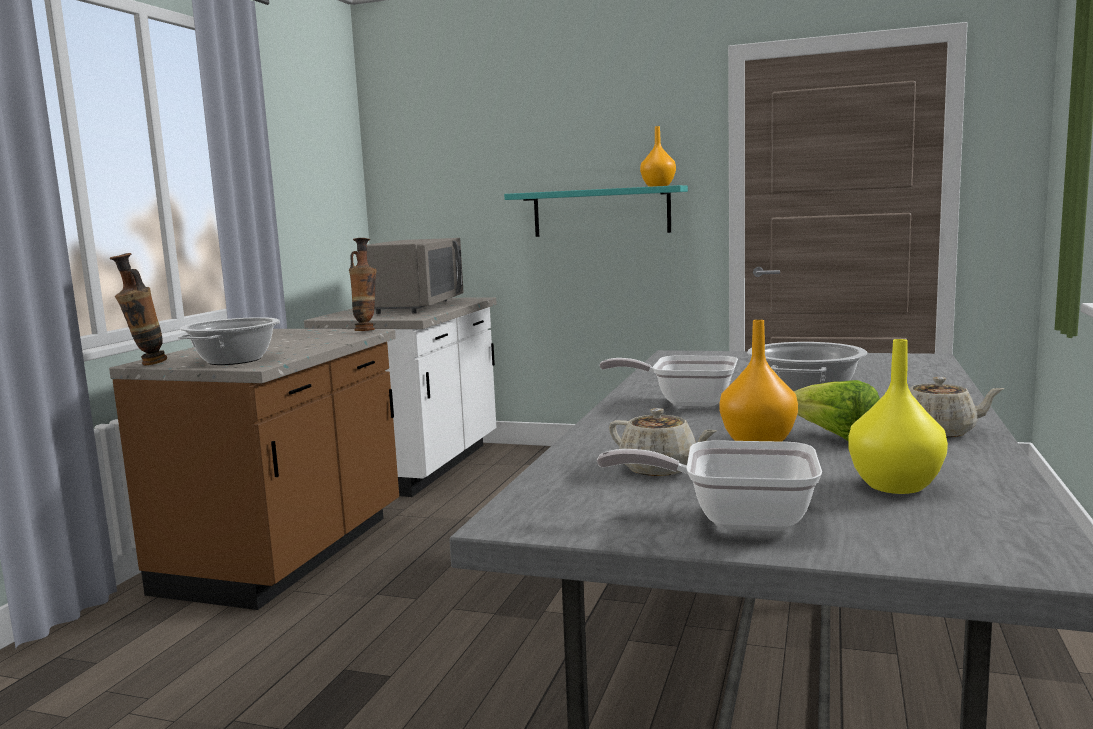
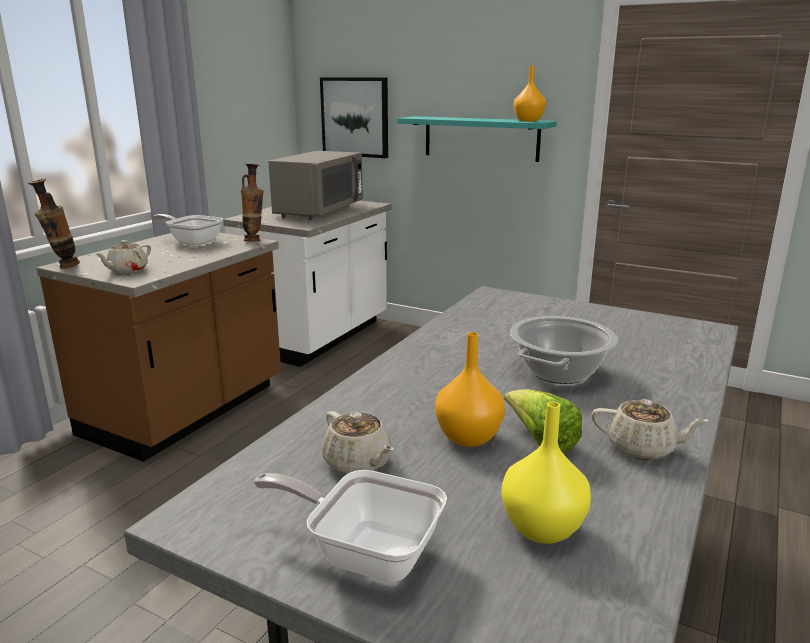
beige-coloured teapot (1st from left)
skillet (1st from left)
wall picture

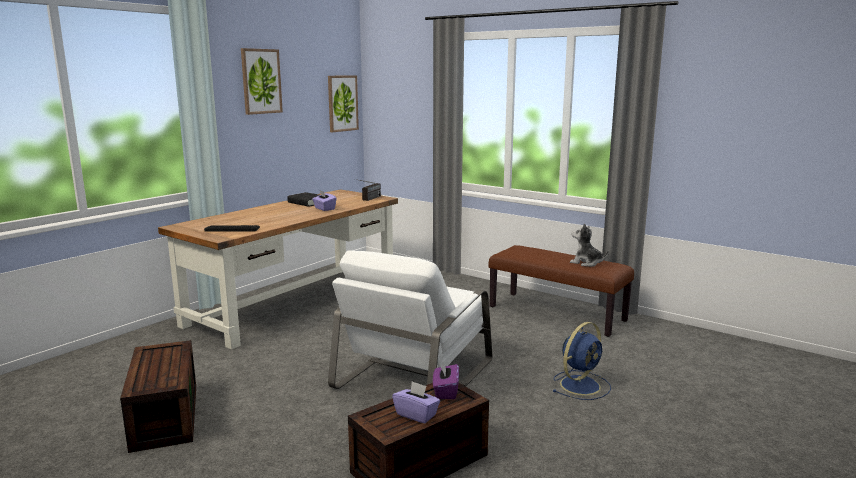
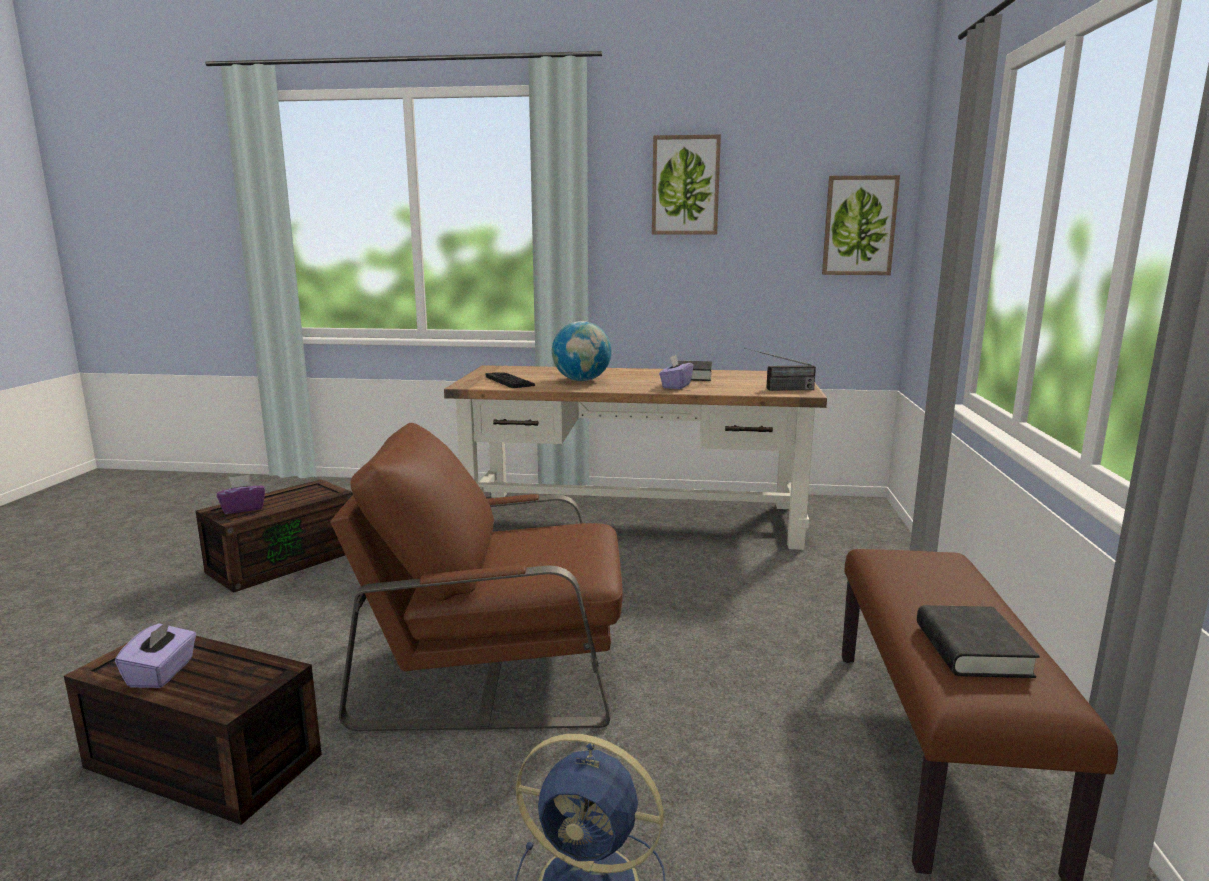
black book (2nd from left)
brownish lounge chair
purplish tissue box (2nd from left)
desk globe

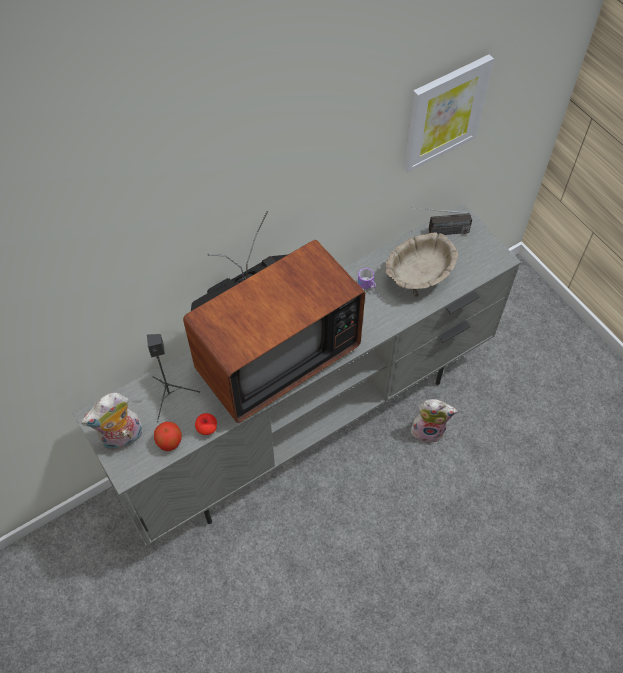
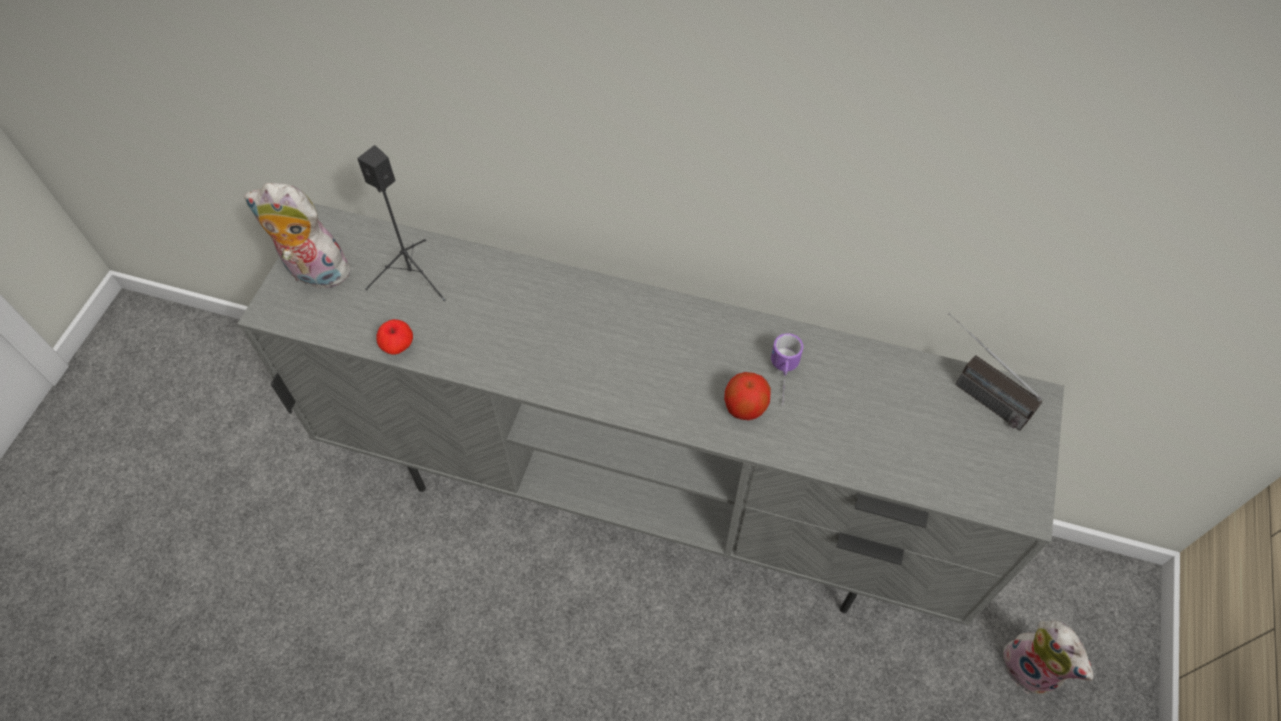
wall picture
television
beige-coloured serving bowl
soft toy (2nd from left)
whole apple (2nd from left)

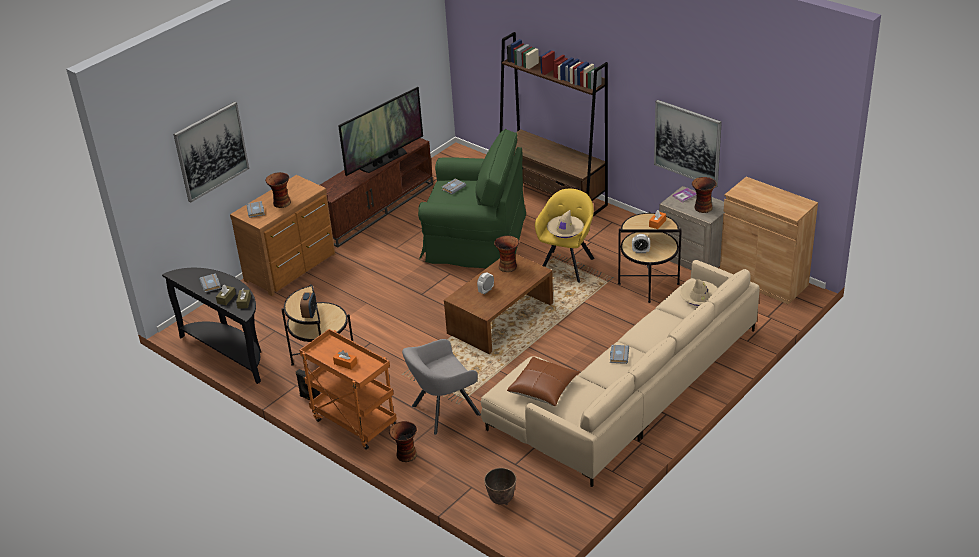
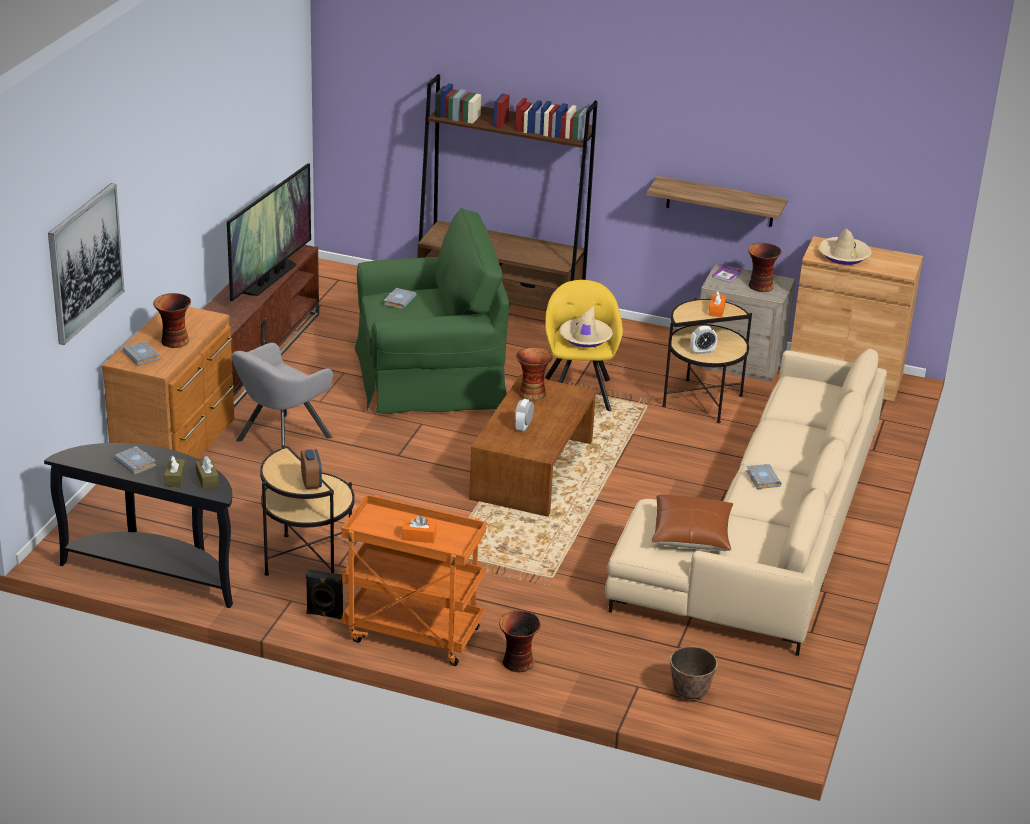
shelf
beige-coloured hat (2nd from left)
grey lounge chair

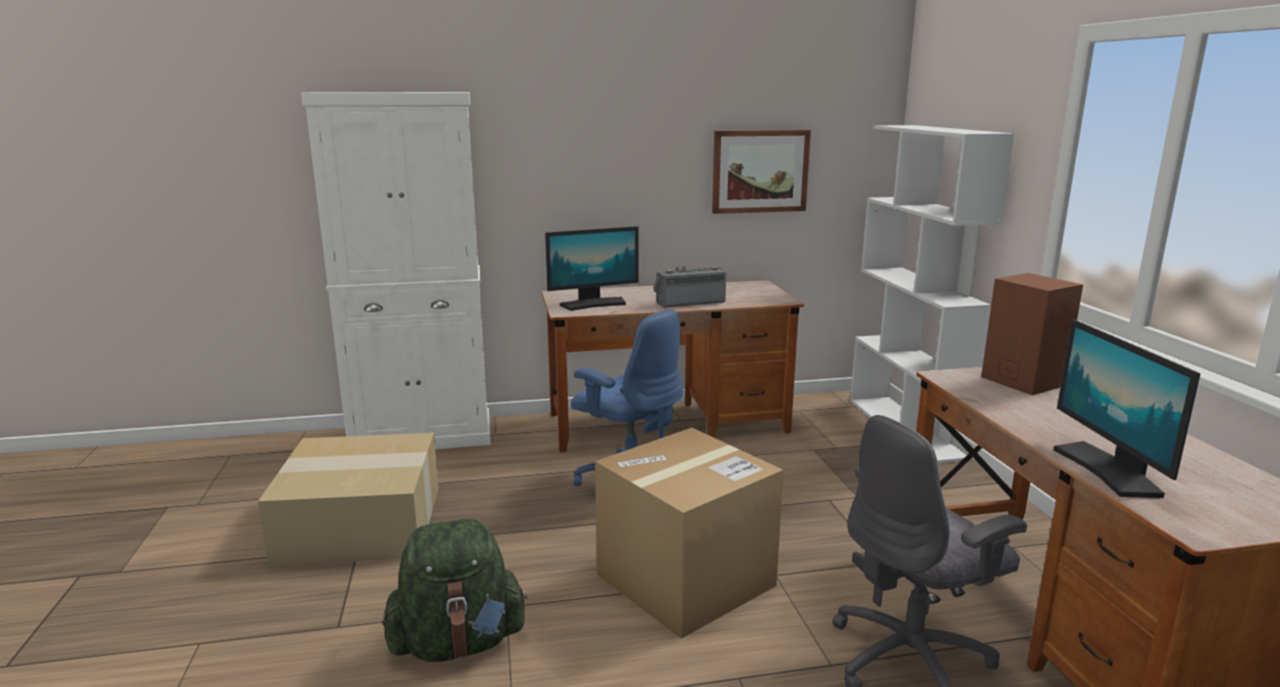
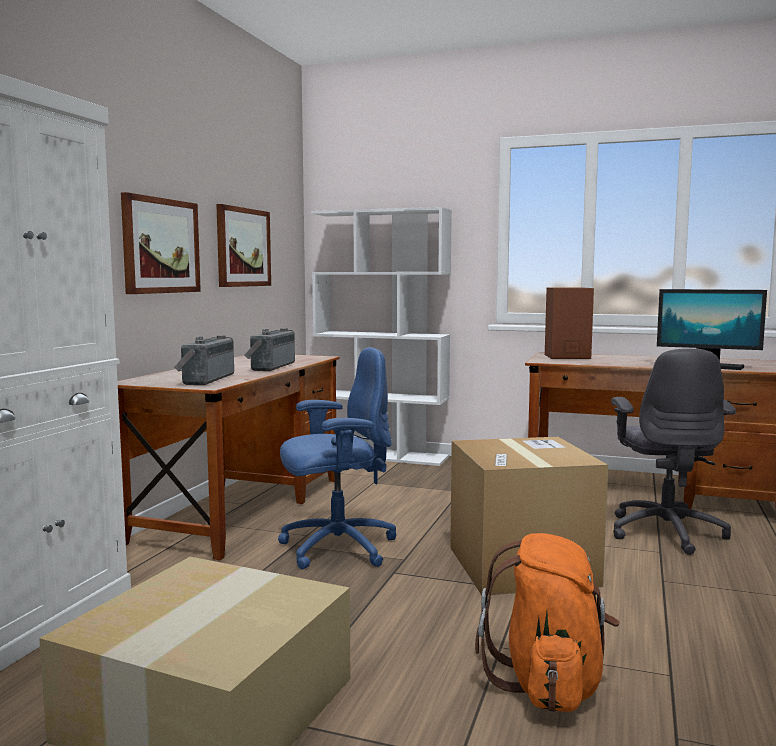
radio set (1st from left)
orange-coloured backpack
wall picture (1st from left)

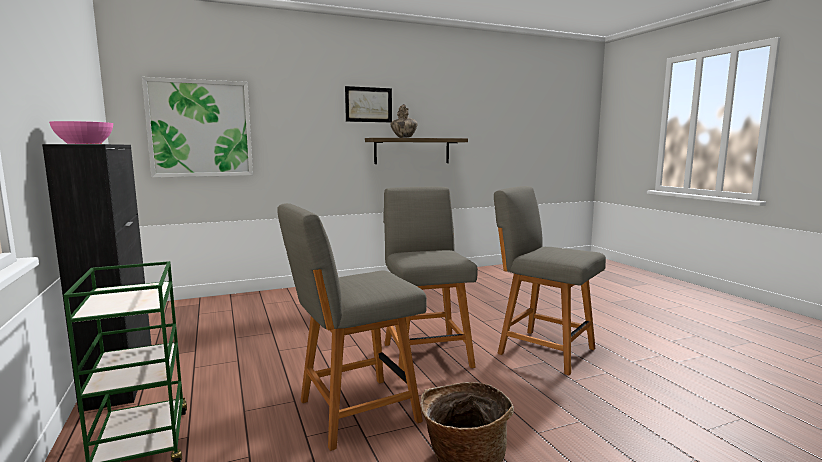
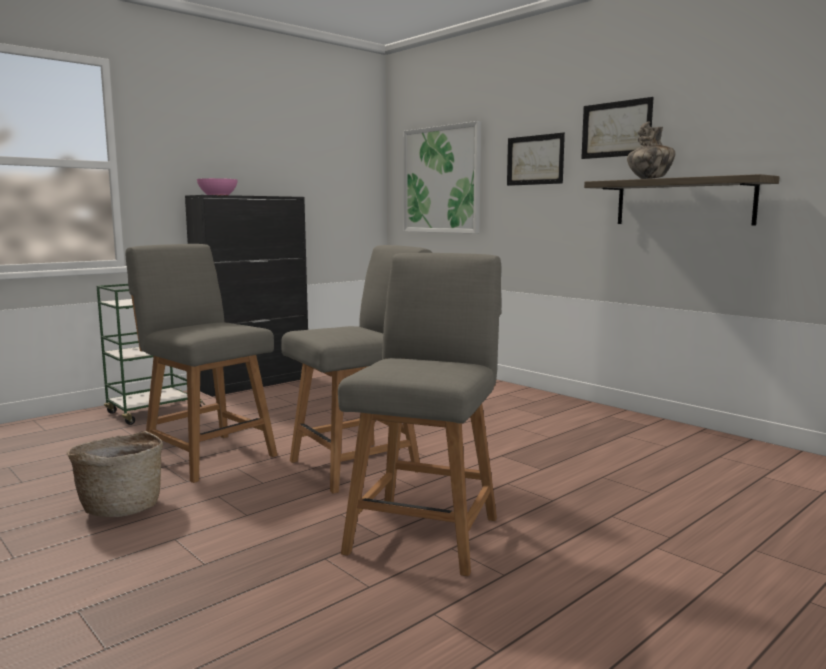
wall picture (2nd from left)

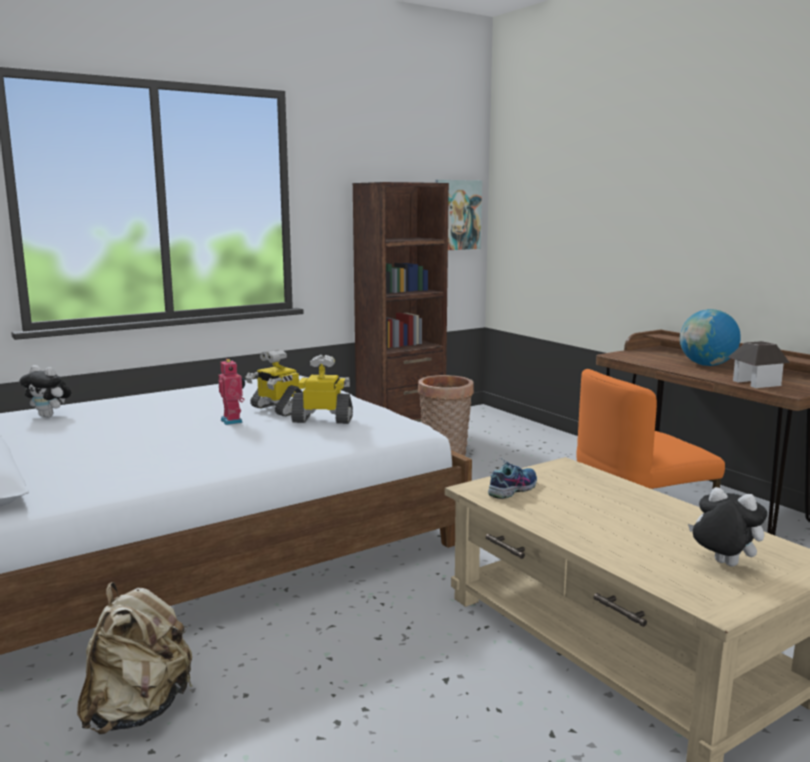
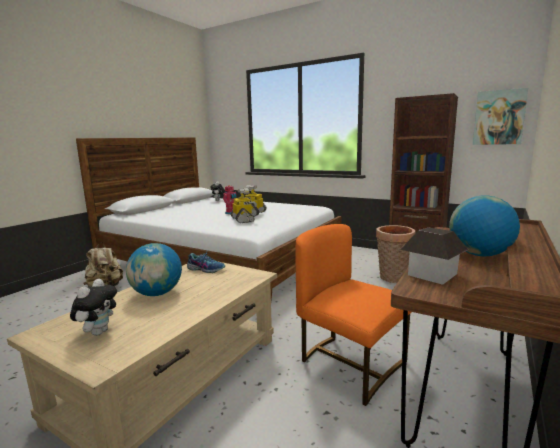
desk globe (1st from left)

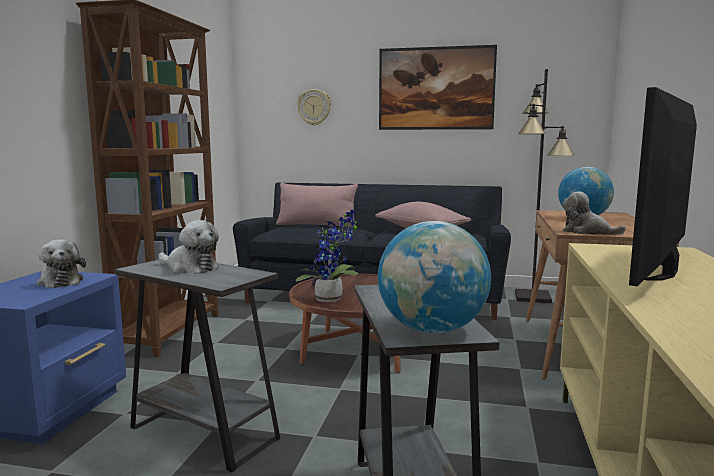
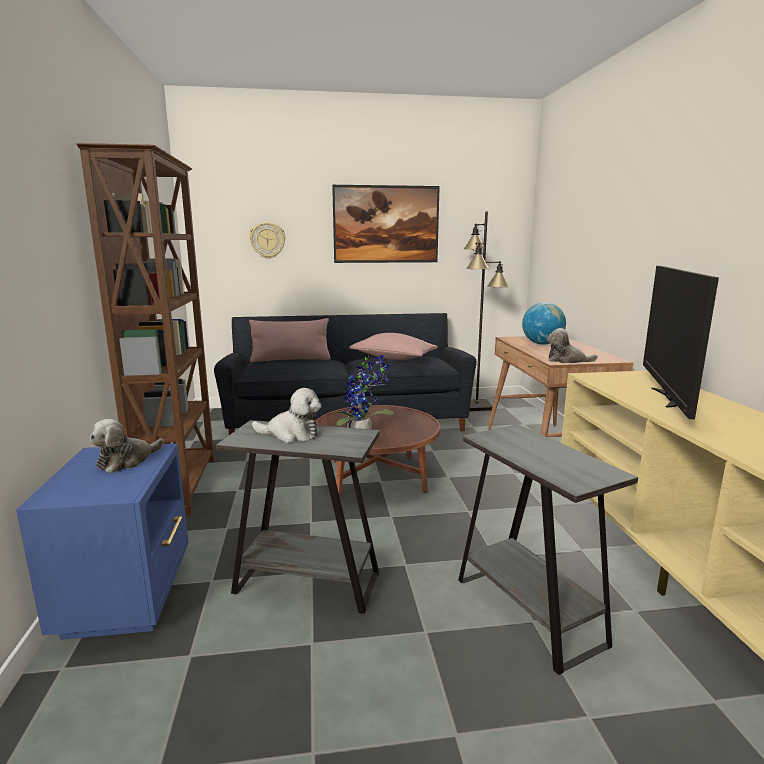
desk globe (1st from left in the first image)
soft toy (1st from left)

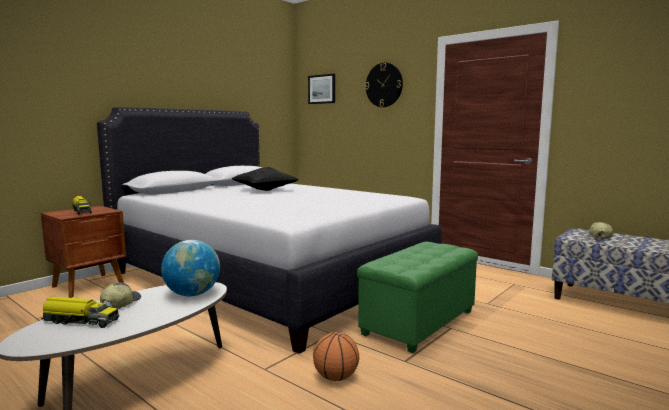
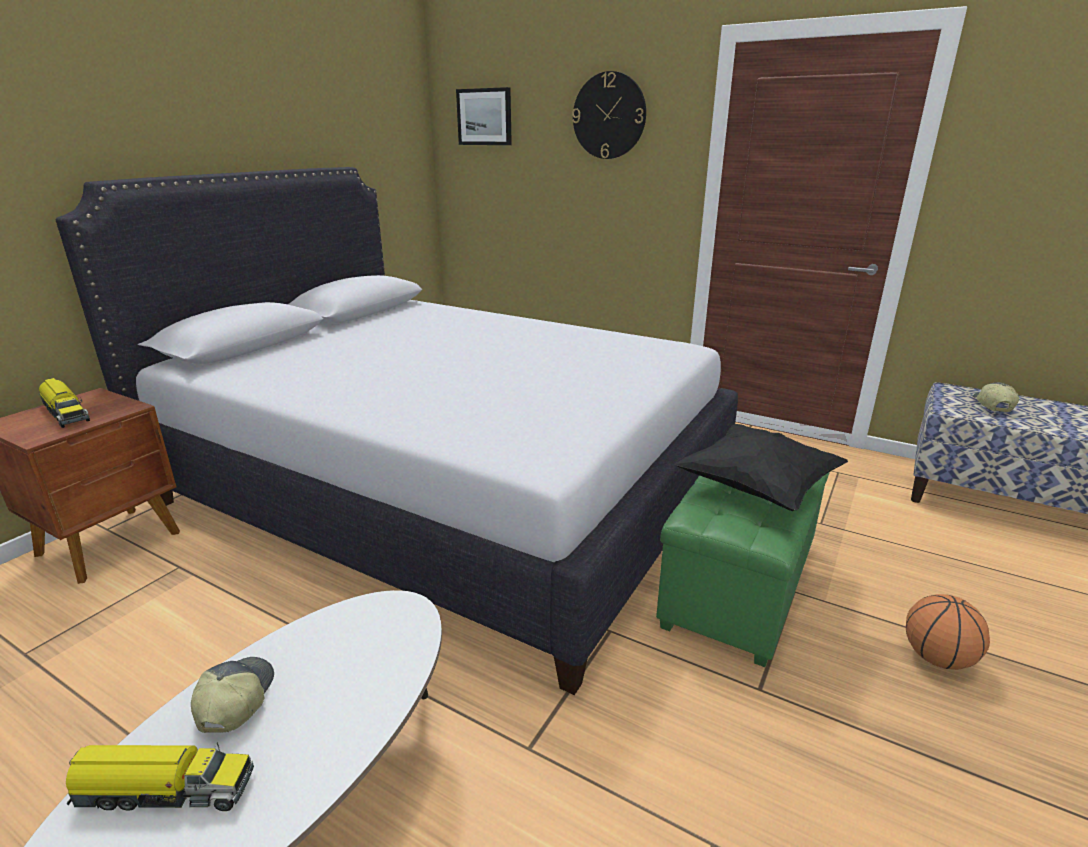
black cushion
desk globe
ball for basketball

